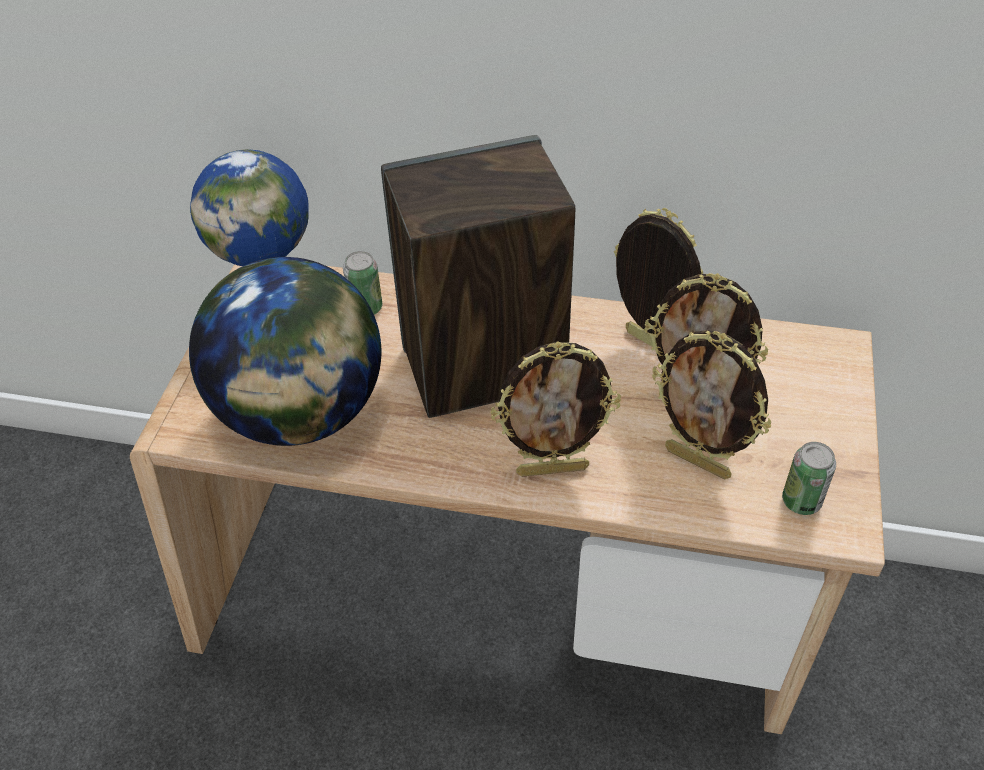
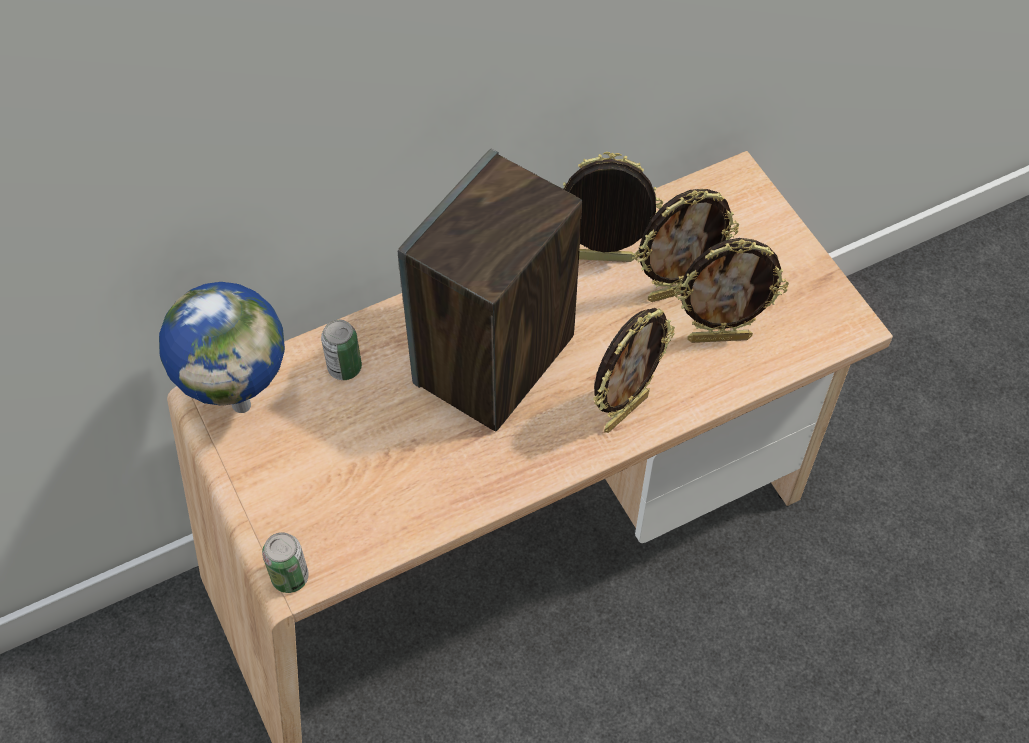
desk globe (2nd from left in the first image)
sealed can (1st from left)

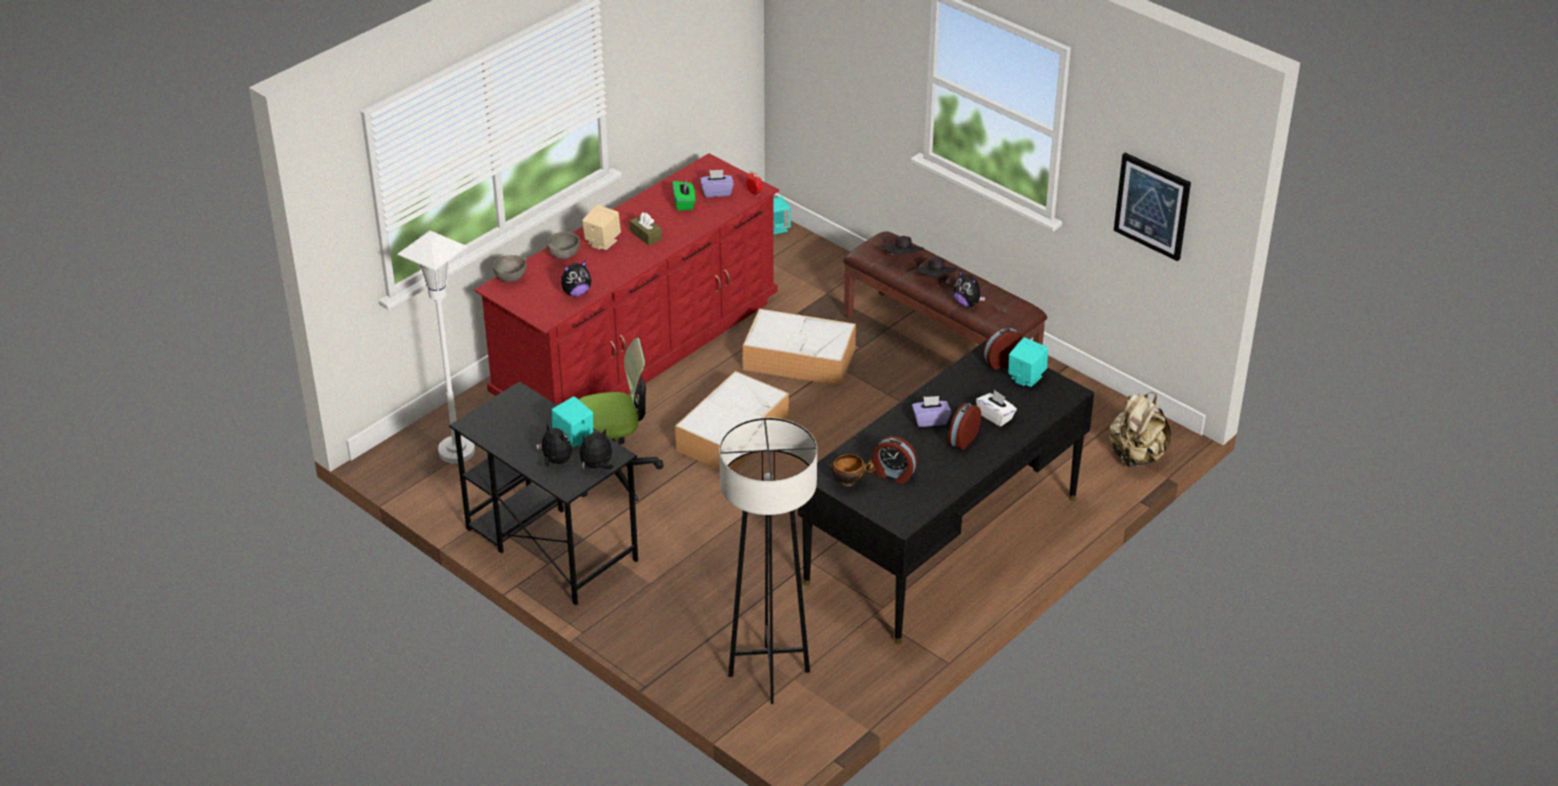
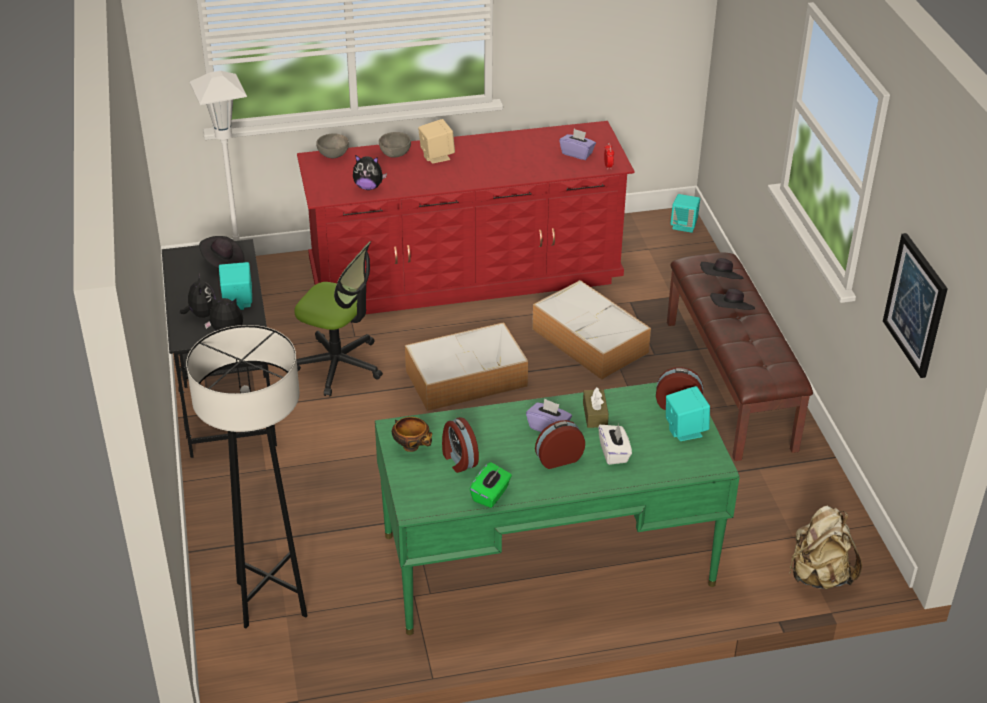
green tissue box
brownish tissue box
soft toy (4th from left in the first image)
green desk unit
black hat (1st from left)

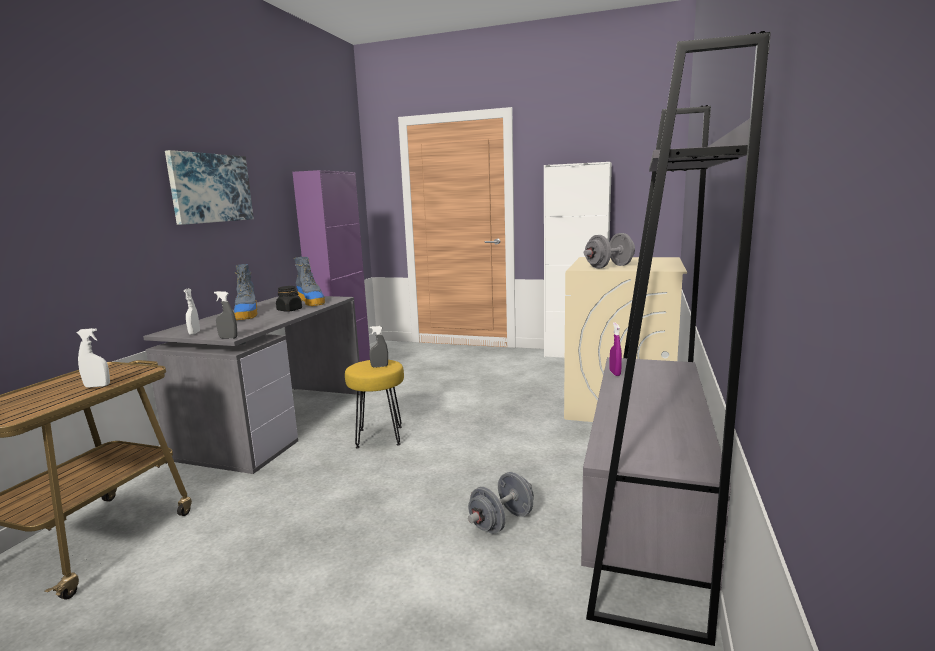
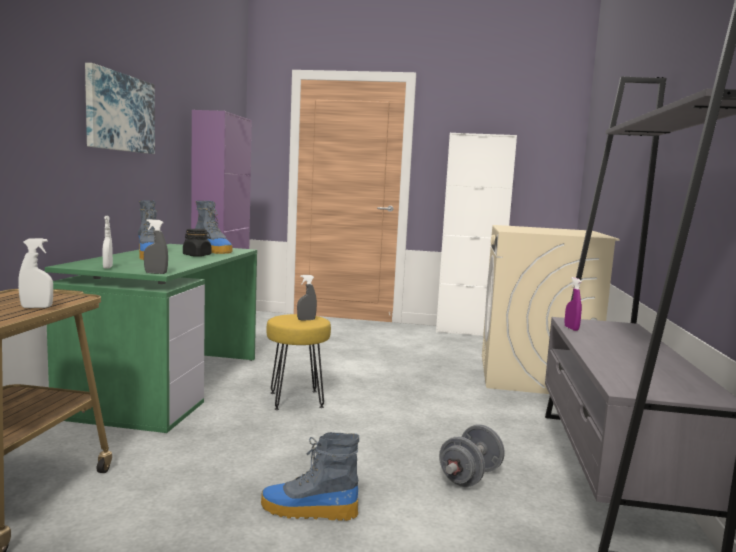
grey dumbbell (2nd from left in the first image)
green desk unit
boot (3rd from left)

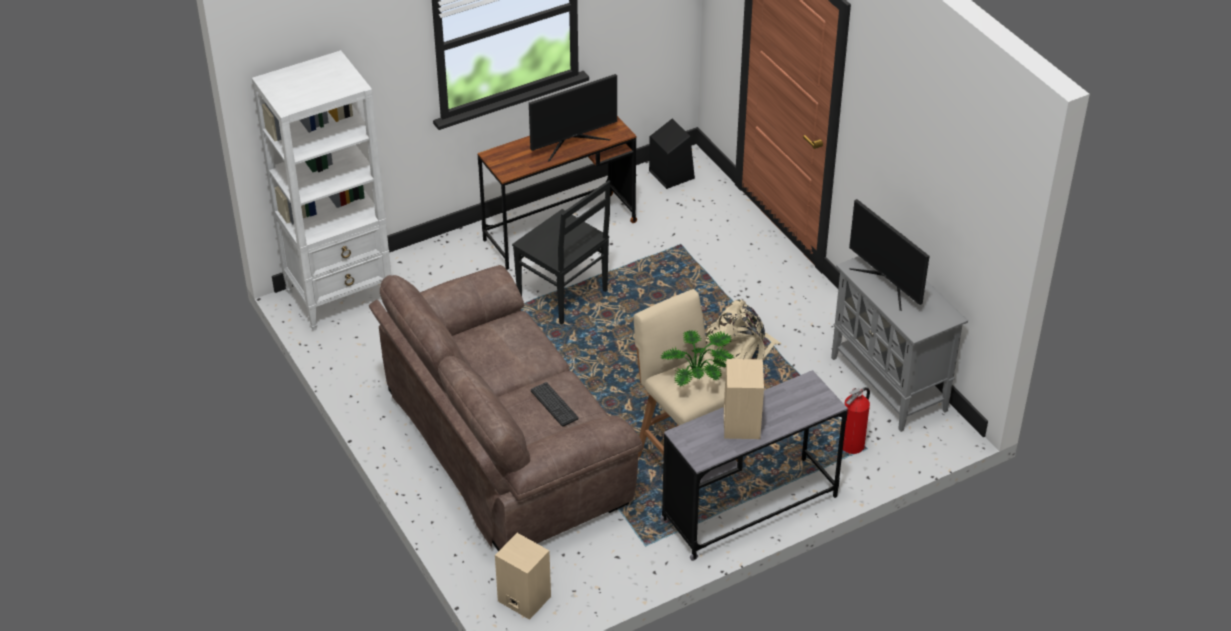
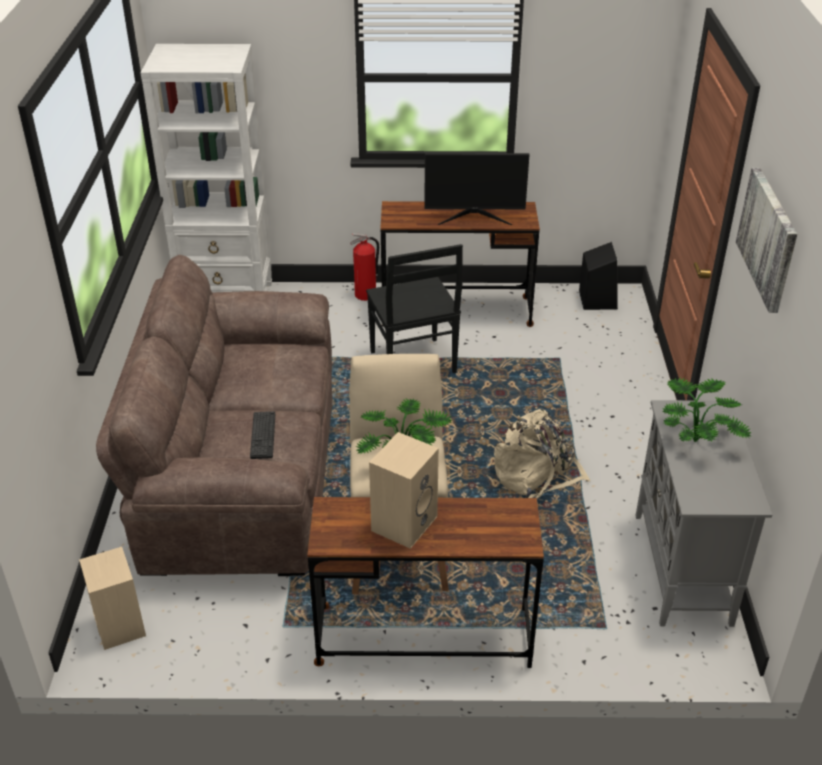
plant in a pot (2nd from left)
brownish desk unit (1st from left)
extinguisher
wall picture

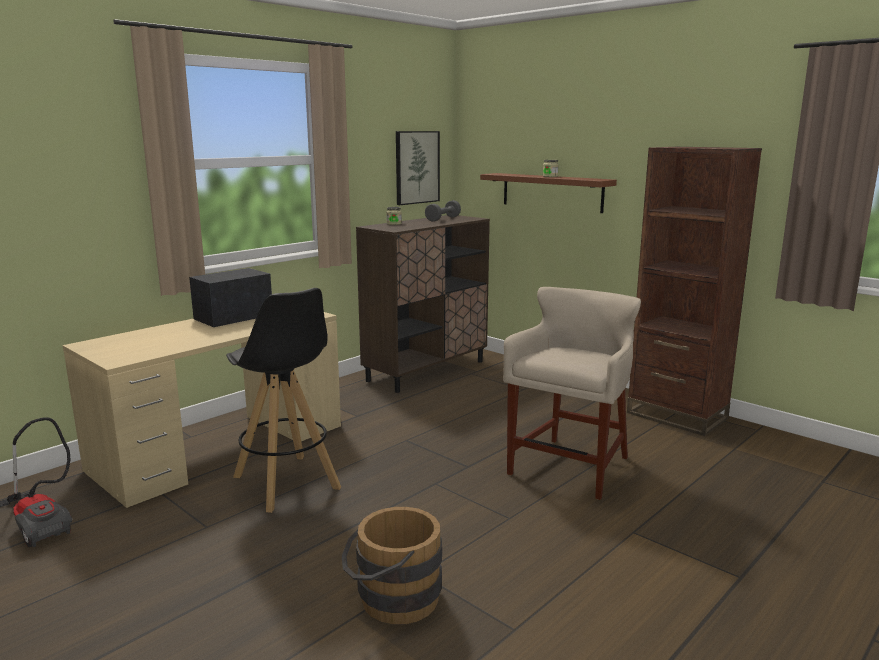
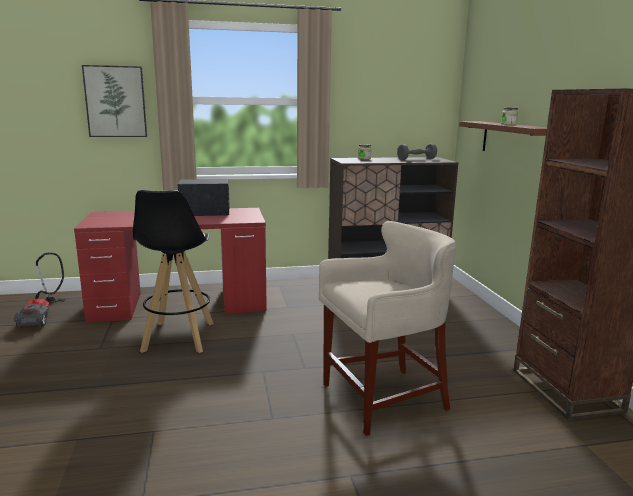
wall picture
reddish desk unit
brownish bucket

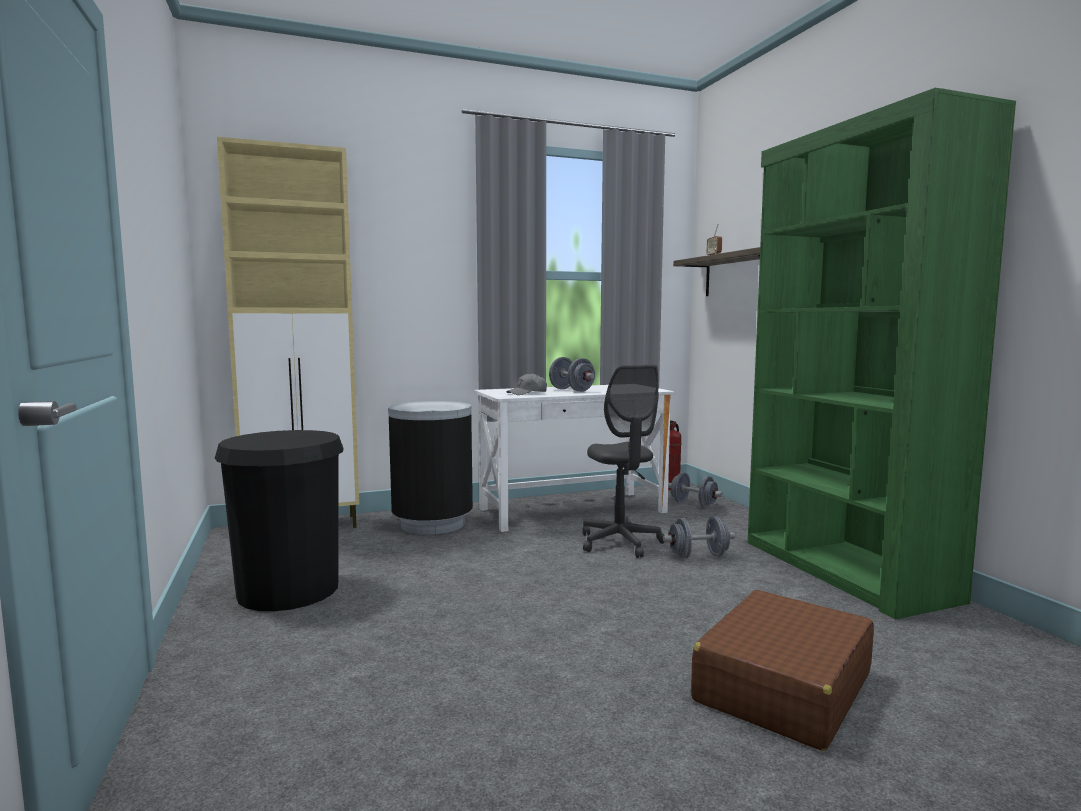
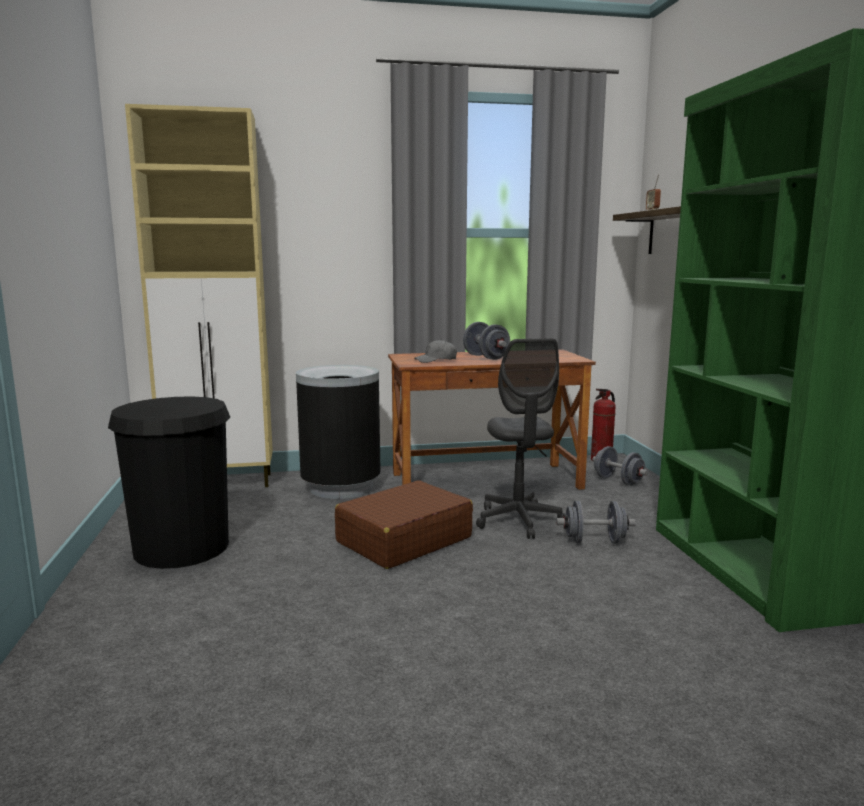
brownish desk unit
brownish travel case

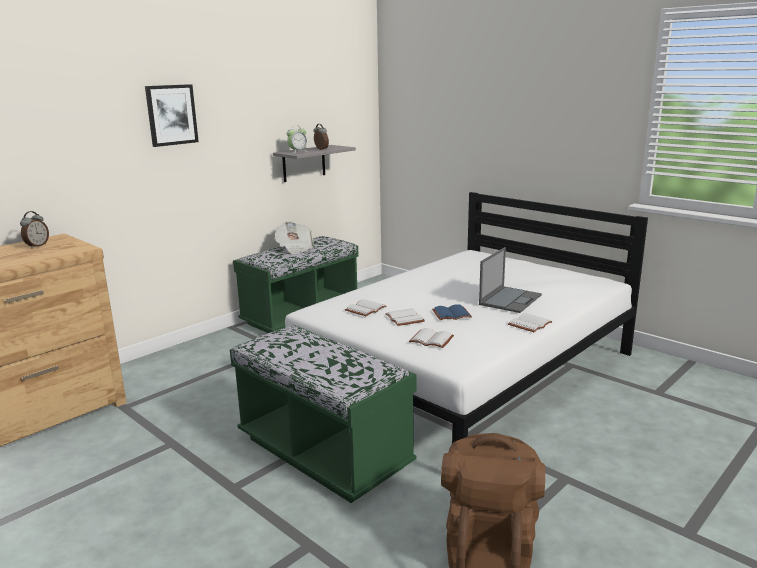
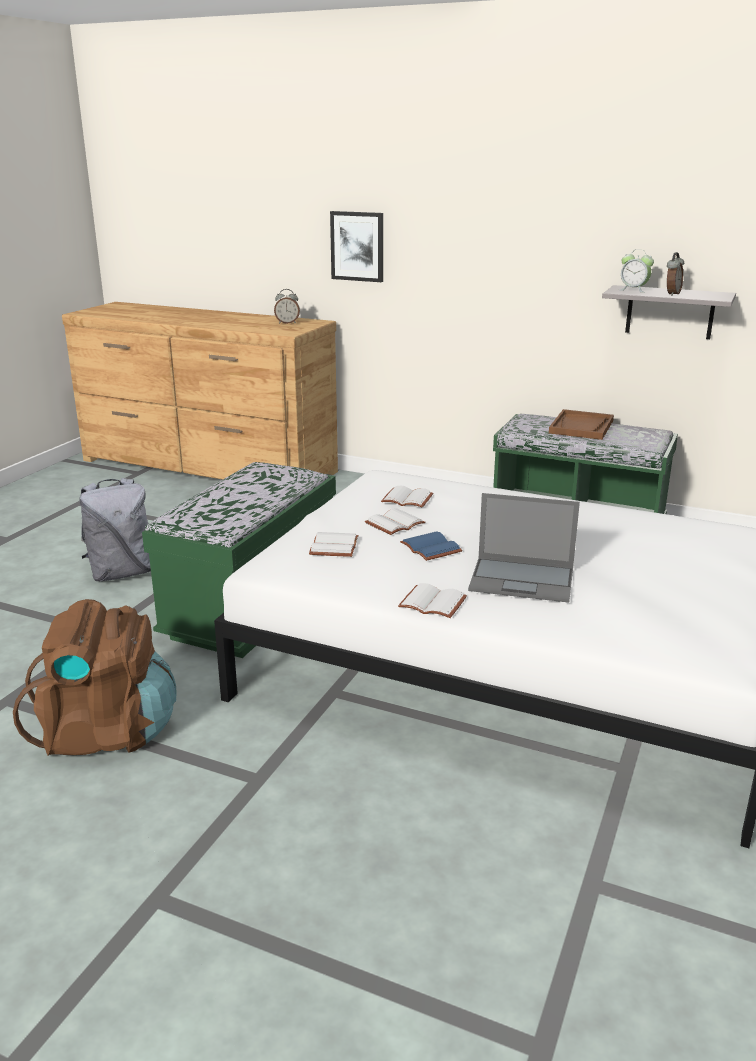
wall picture
brownish carrying tray
grey backpack

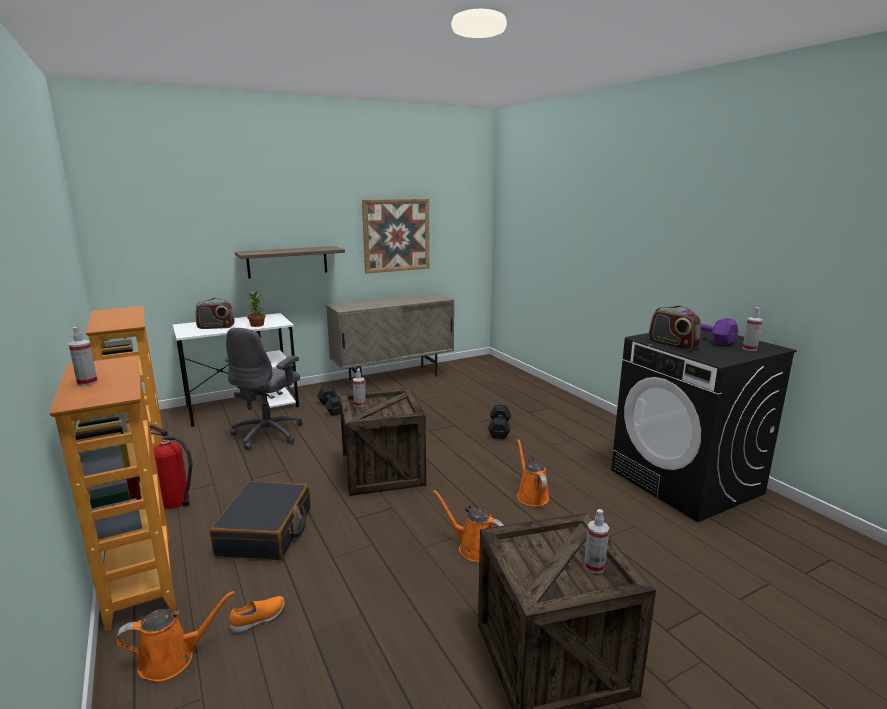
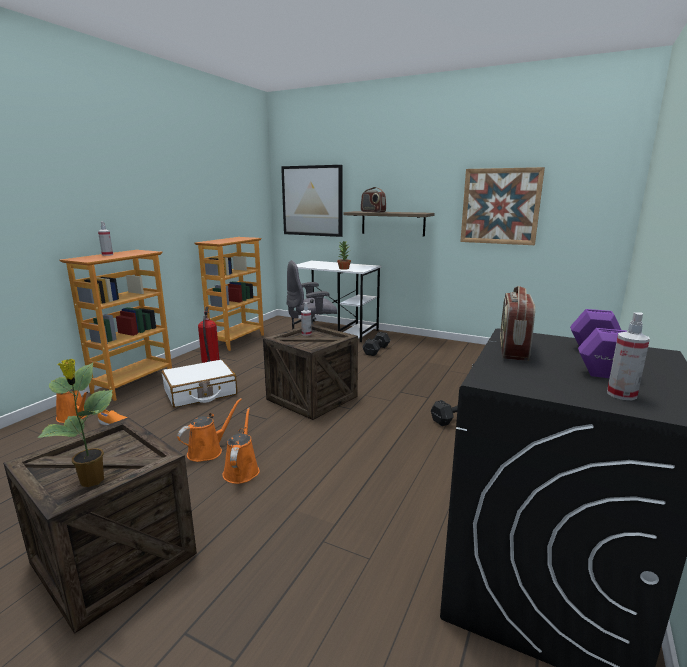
beige-coloured cabinet
radio set (1st from left)
orange-coloured watering can (2nd from left)
whitish travel case
plant in a pot (1st from left)
wall picture (1st from left)

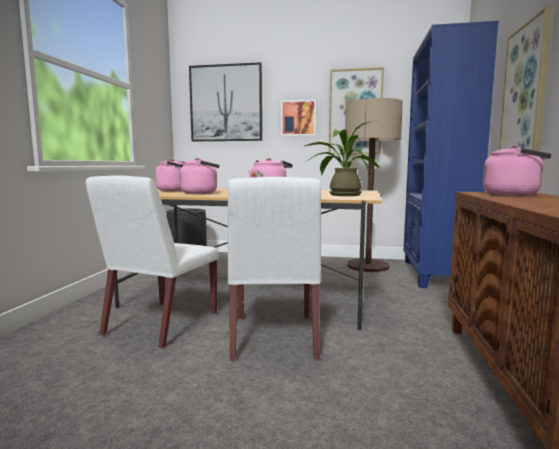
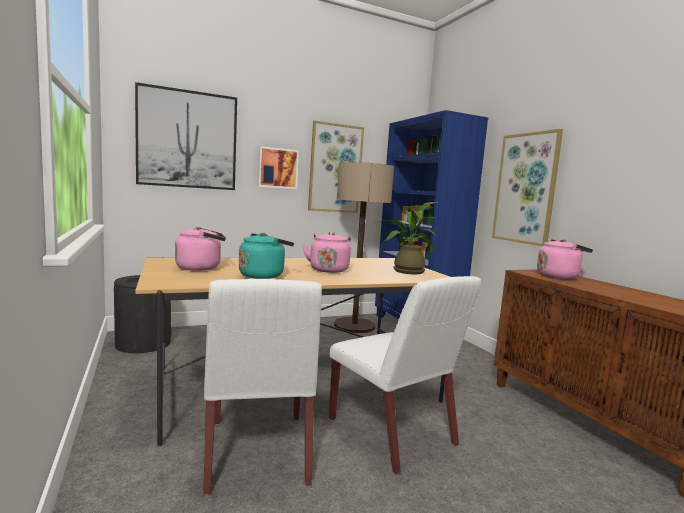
turquoise kettle

